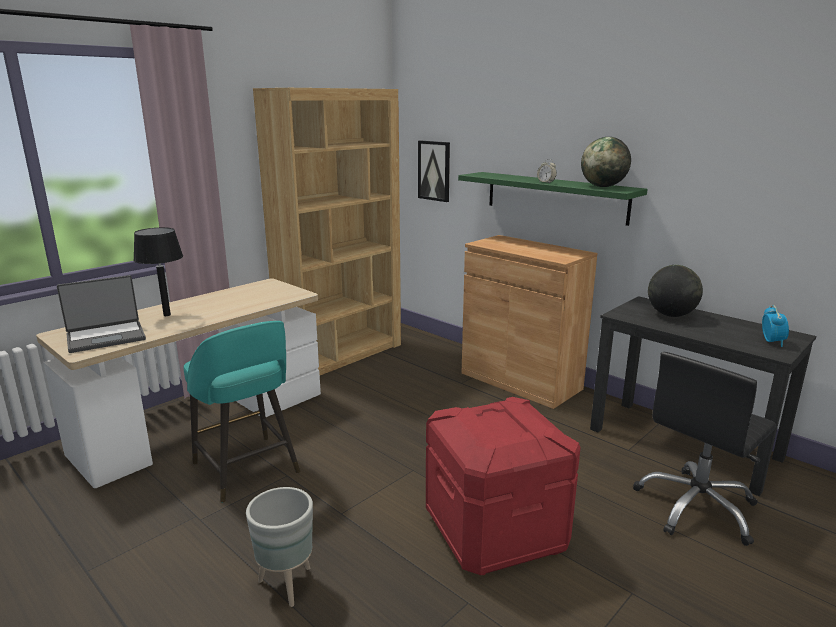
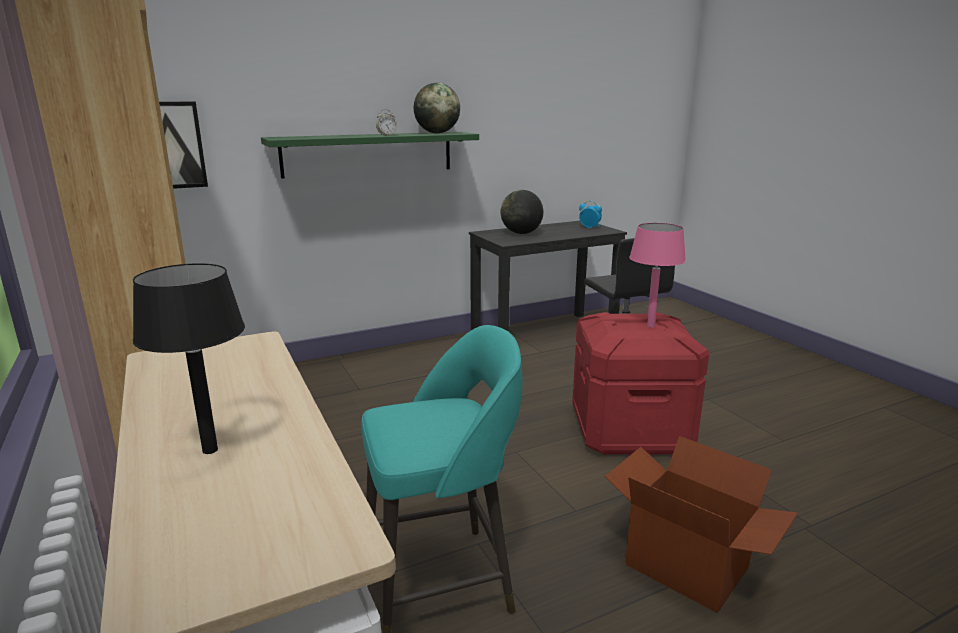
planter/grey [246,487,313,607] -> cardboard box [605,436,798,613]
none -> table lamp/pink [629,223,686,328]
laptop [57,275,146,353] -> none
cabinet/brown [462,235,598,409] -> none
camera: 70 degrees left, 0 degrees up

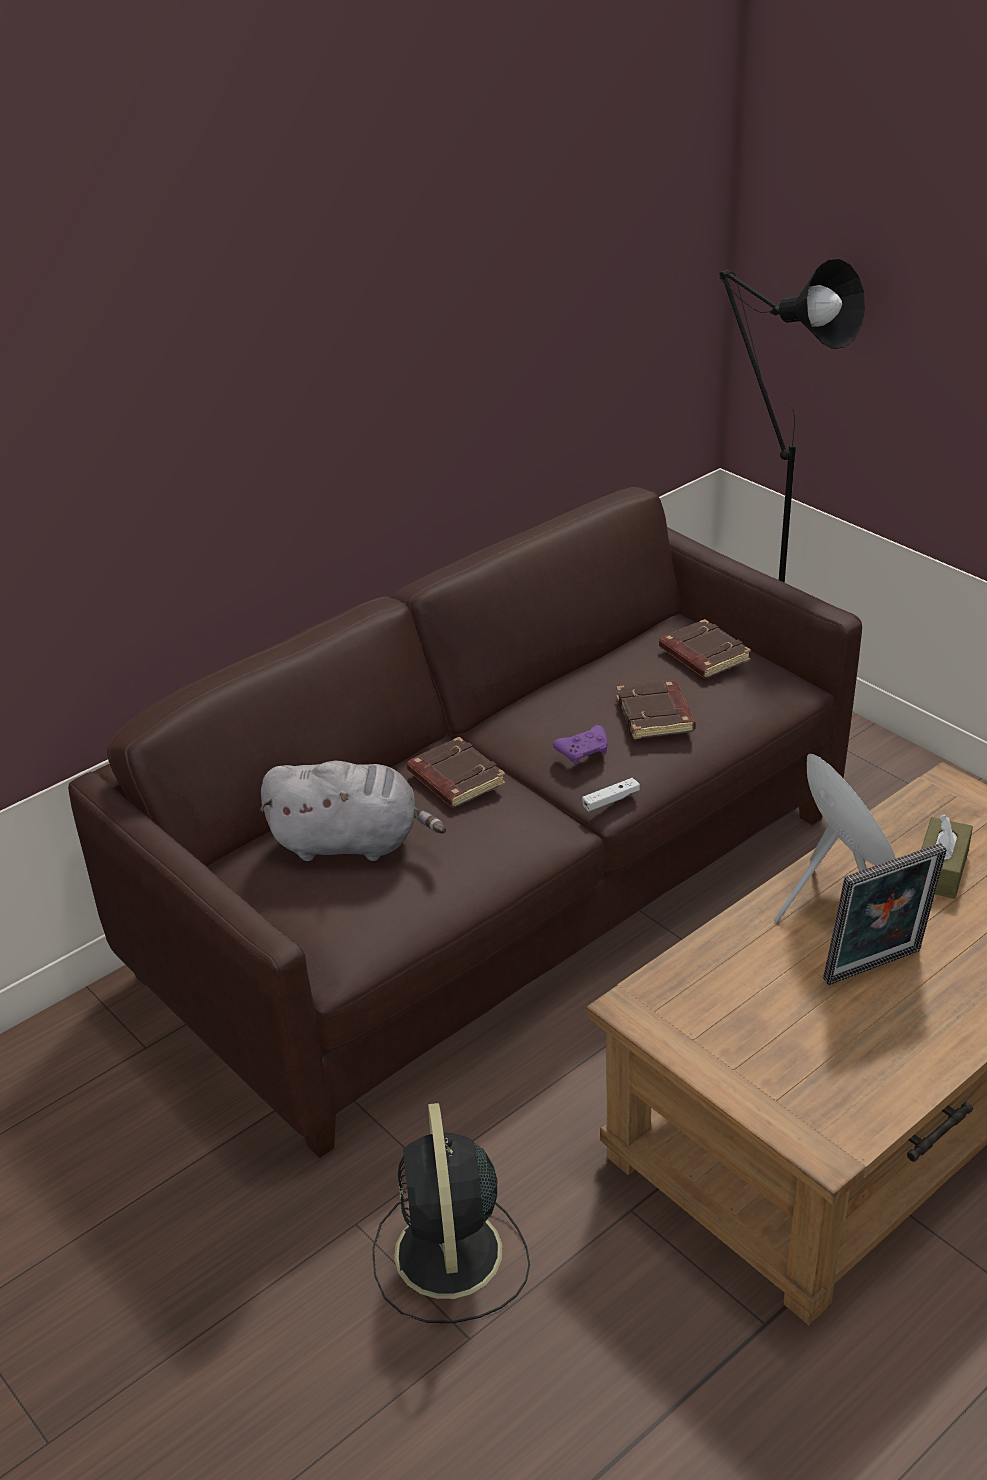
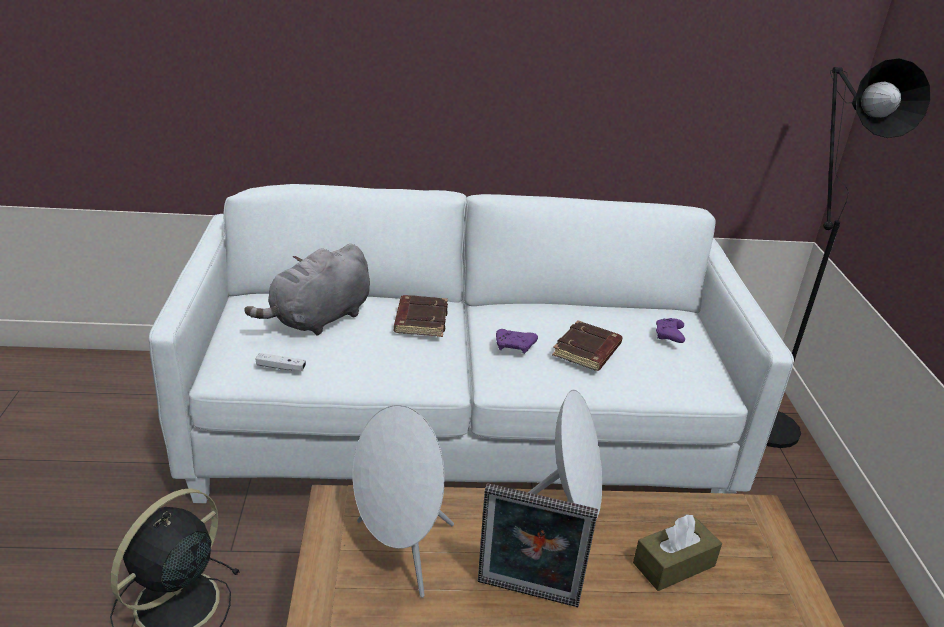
sofa/brown [68,487,862,1158] -> sofa/white [149,184,794,503]
plush toy/grey [260,761,446,861] -> plush toy/grey [245,244,370,335], 90 degrees clockwise
game controller/white [582,778,640,812] -> game controller/white [256,353,306,371], move
none -> speaker/white [353,405,454,598]
book/brown [659,619,751,678] -> game controller/purple [656,318,685,343]
camera: 35 degrees right, 5 degrees down

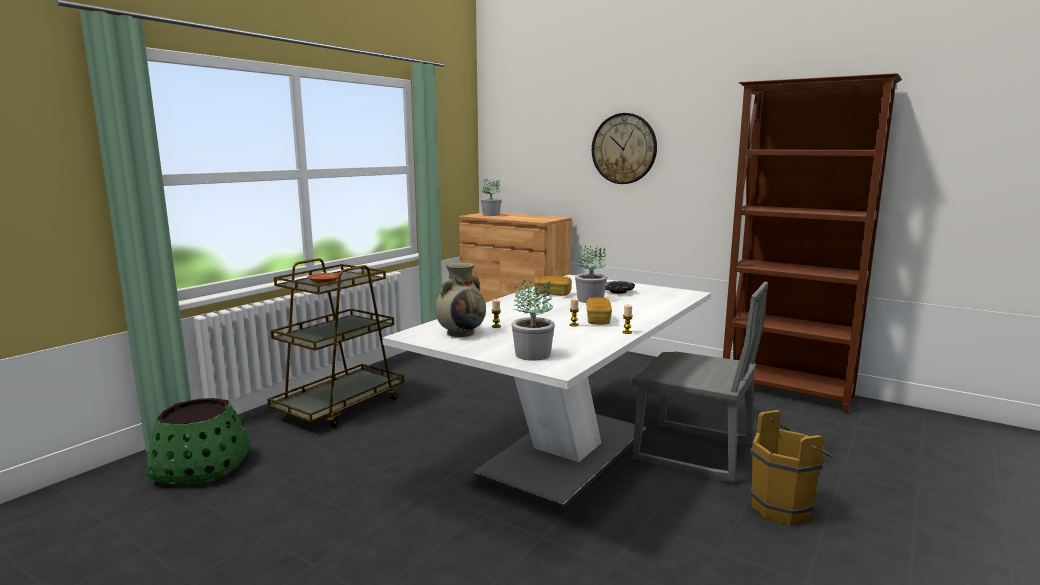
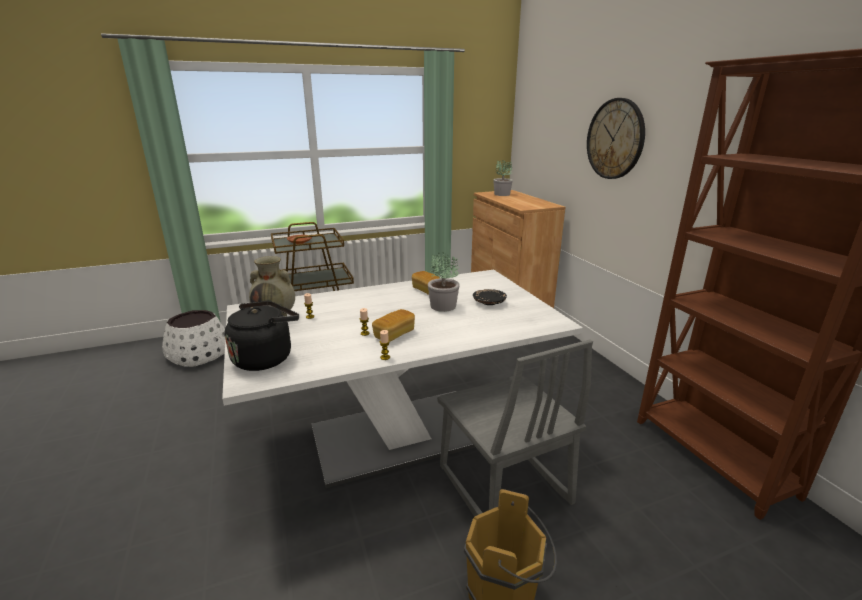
planter/green [147,398,249,485] -> planter/white [162,310,225,367]
potted plant [511,279,555,361] -> kettle/black [225,301,299,371]
camera: 35 degrees right, 10 degrees up

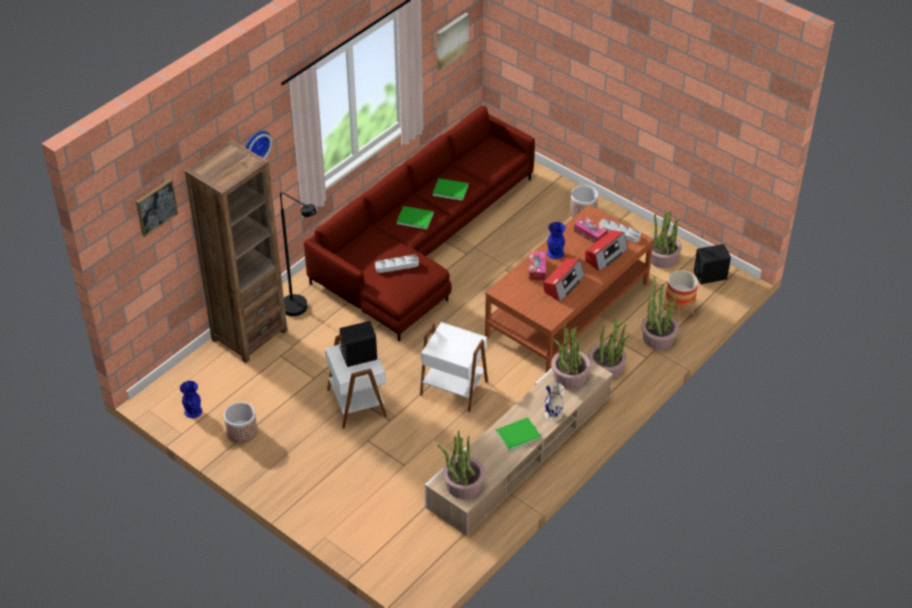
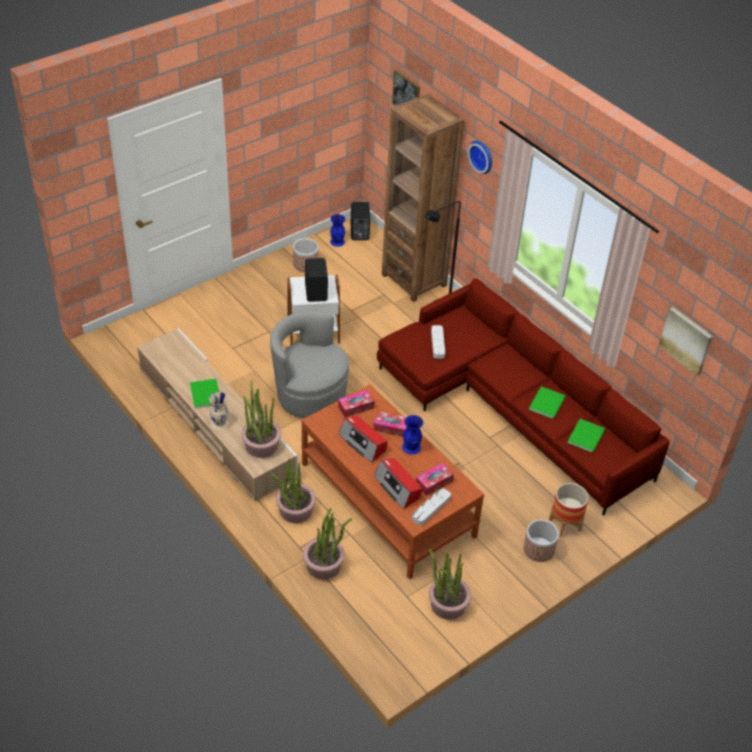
side table/white [420,322,488,412] -> armchair/grey [270,310,349,418]
none -> tissue box [338,390,374,418]
speaker/black [694,244,731,284] -> speaker/black [351,202,370,240], move
planter [664,270,698,322] -> planter [549,483,589,537], move
book/green [397,206,434,230] -> book/green [567,419,605,453], move
potted plant [437,430,485,499] -> none
camera: 100 degrees right, 0 degrees up

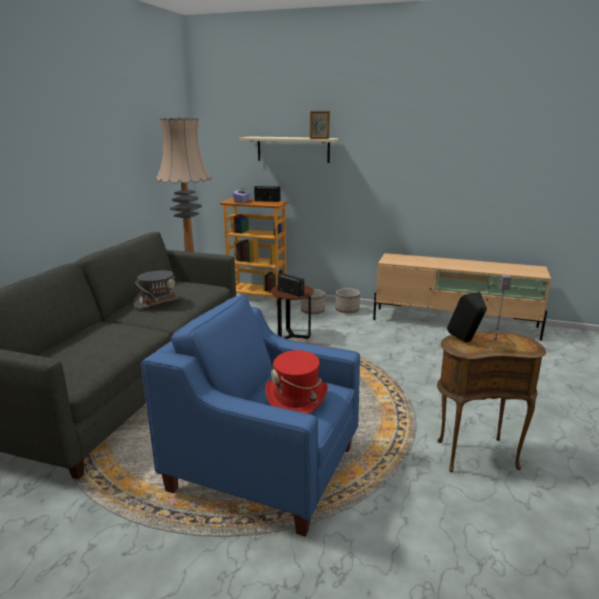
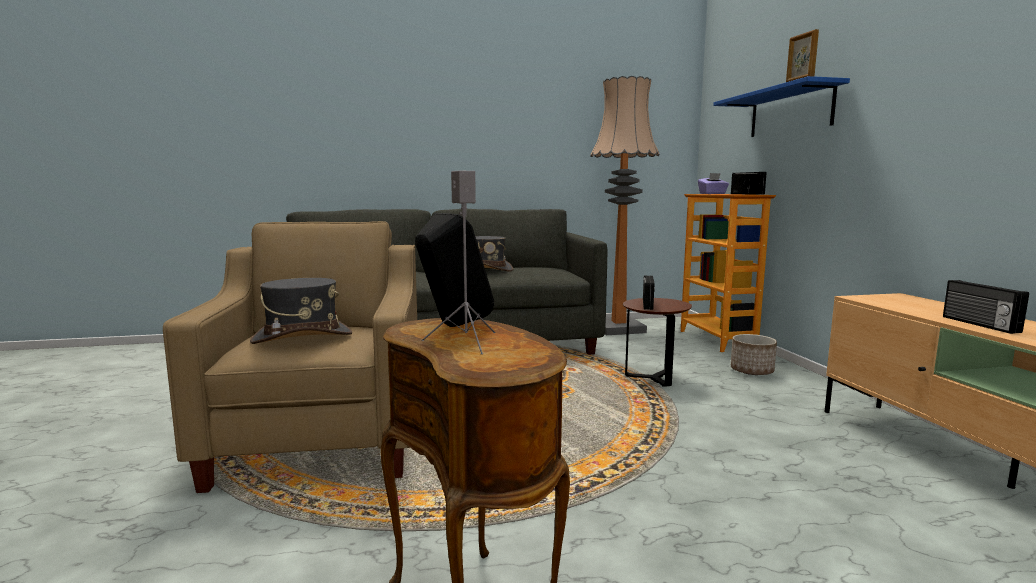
armchair/blue [141,295,360,537] -> armchair/beige [163,221,417,493]
hat/red [265,350,328,414] -> hat/grey [250,278,352,344]
shelf/beige [239,136,339,163] -> shelf/blue [713,76,850,137]
none -> radio [943,280,1029,334]
planter [335,288,360,313] -> none
camera: 60 degrees right, 10 degrees down

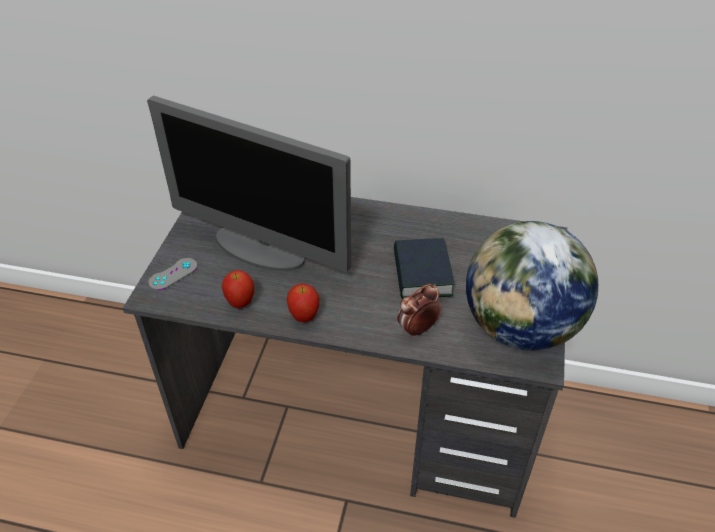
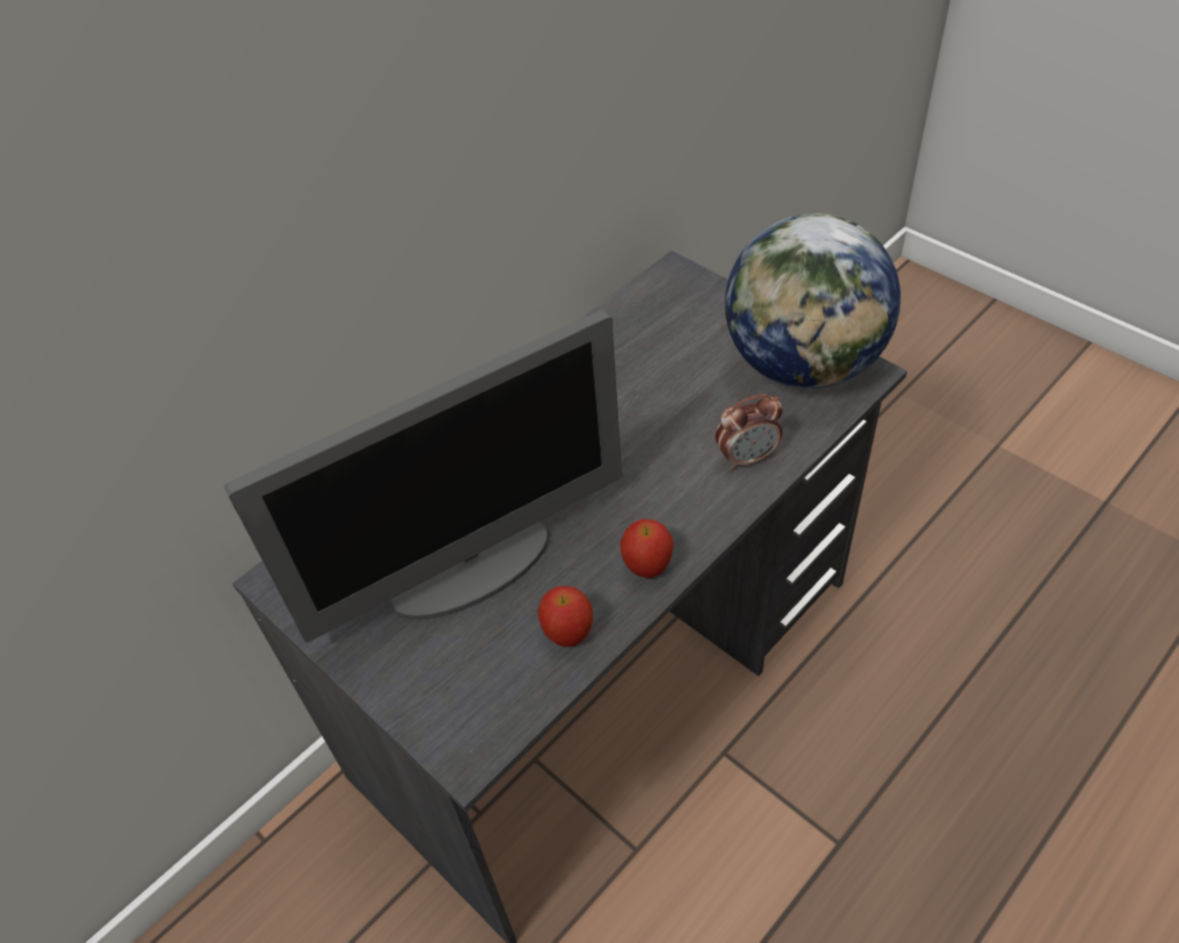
alarm clock [397,284,442,338] -> alarm clock [715,394,783,470], 105 degrees counterclockwise
game controller/grey [148,258,197,290] -> none
book [394,238,454,299] -> none
camera: 55 degrees left, 5 degrees up

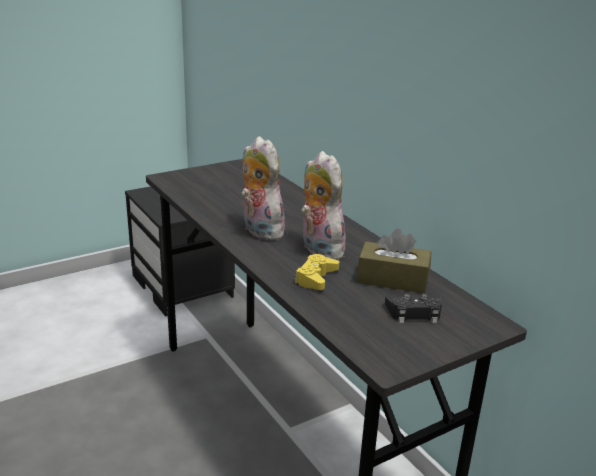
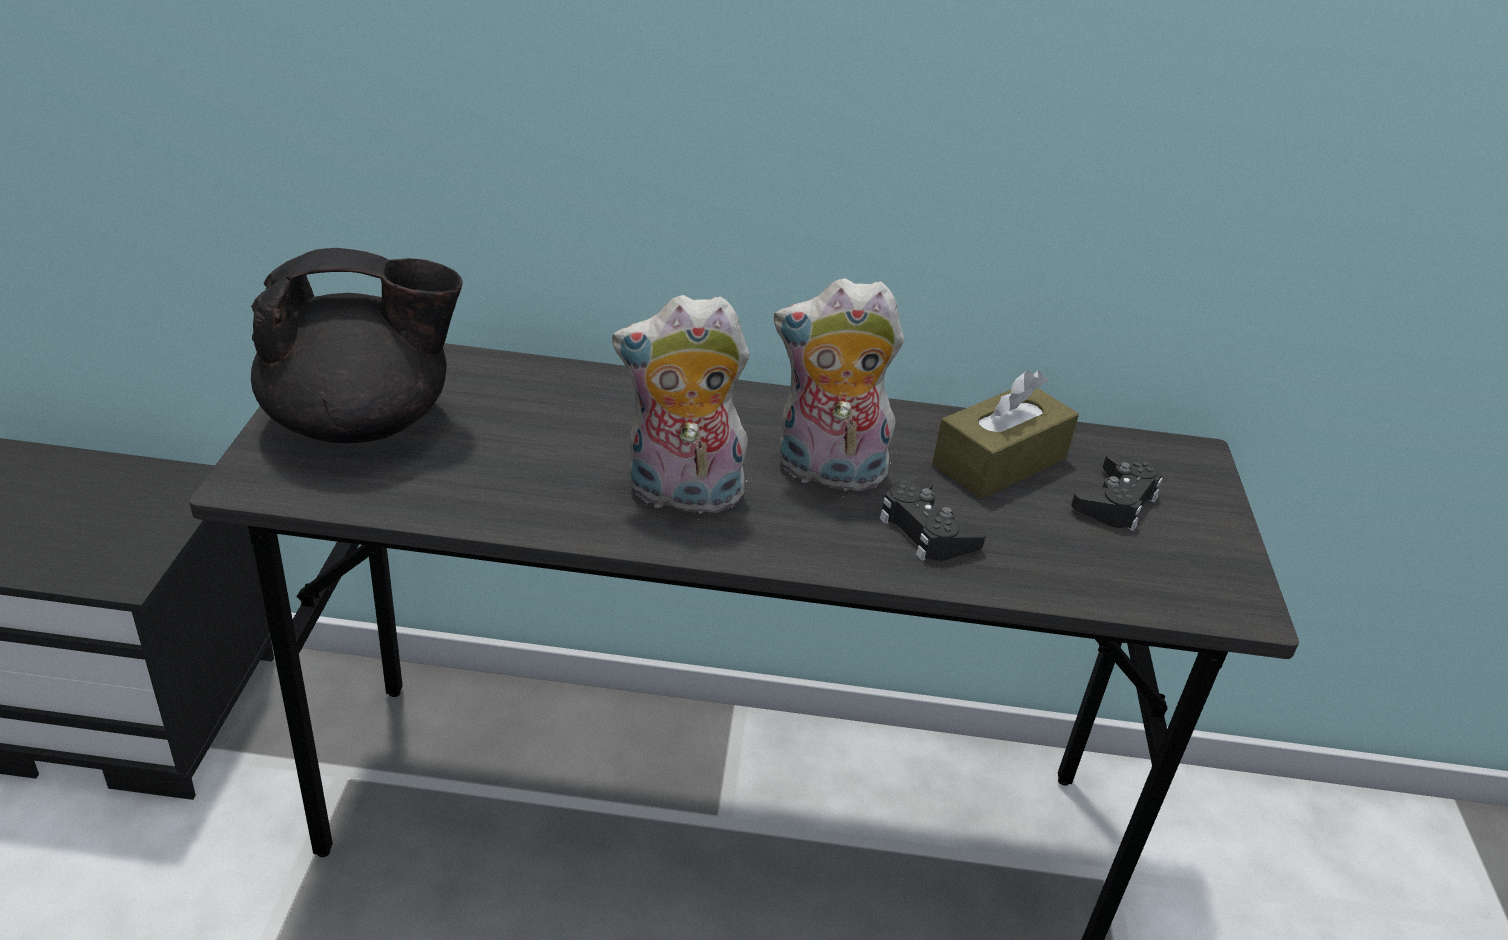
none -> teapot/black [251,248,463,443]
game controller/yellow [295,254,339,290] -> game controller/black [879,477,986,561]
camera: 55 degrees left, 10 degrees up

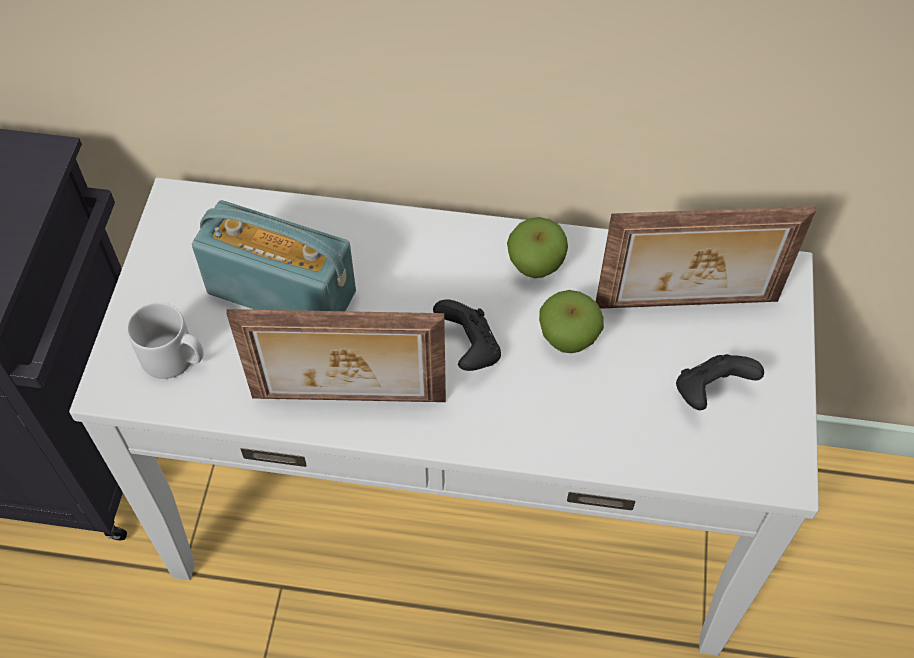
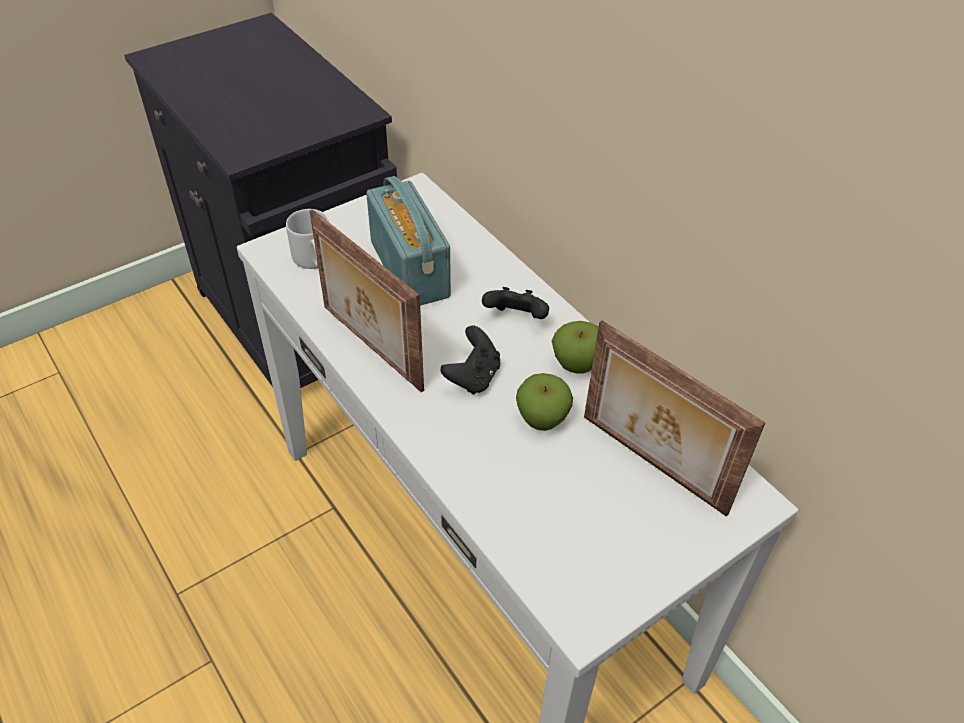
game controller/black [676,354,764,410] -> game controller/black [482,287,549,319], move
camera: 45 degrees right, 10 degrees down

